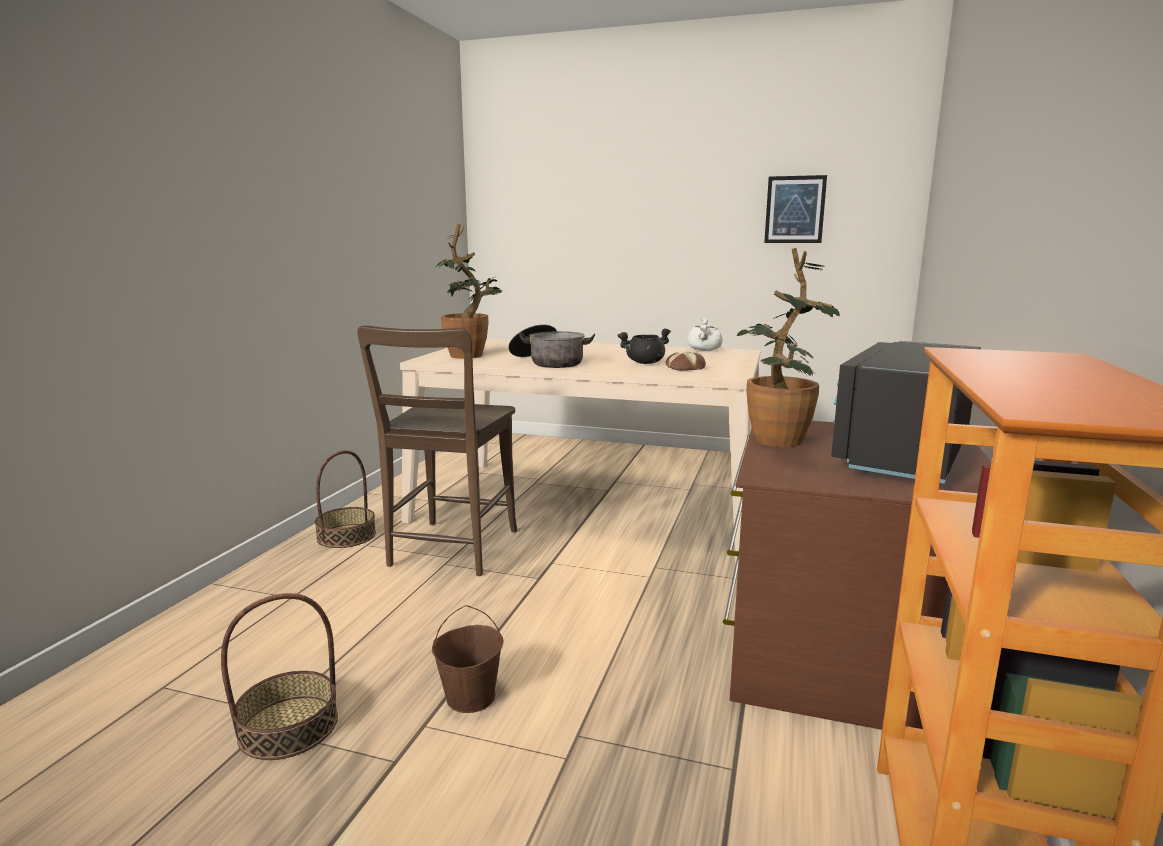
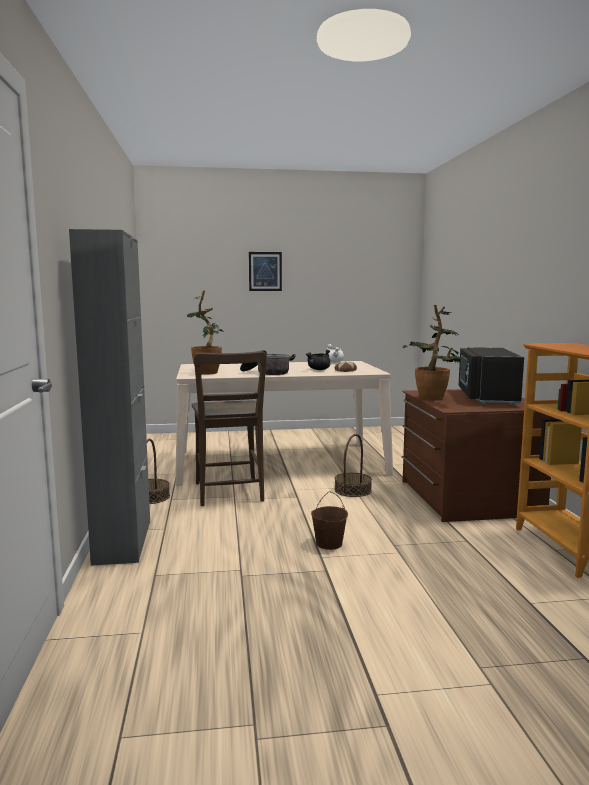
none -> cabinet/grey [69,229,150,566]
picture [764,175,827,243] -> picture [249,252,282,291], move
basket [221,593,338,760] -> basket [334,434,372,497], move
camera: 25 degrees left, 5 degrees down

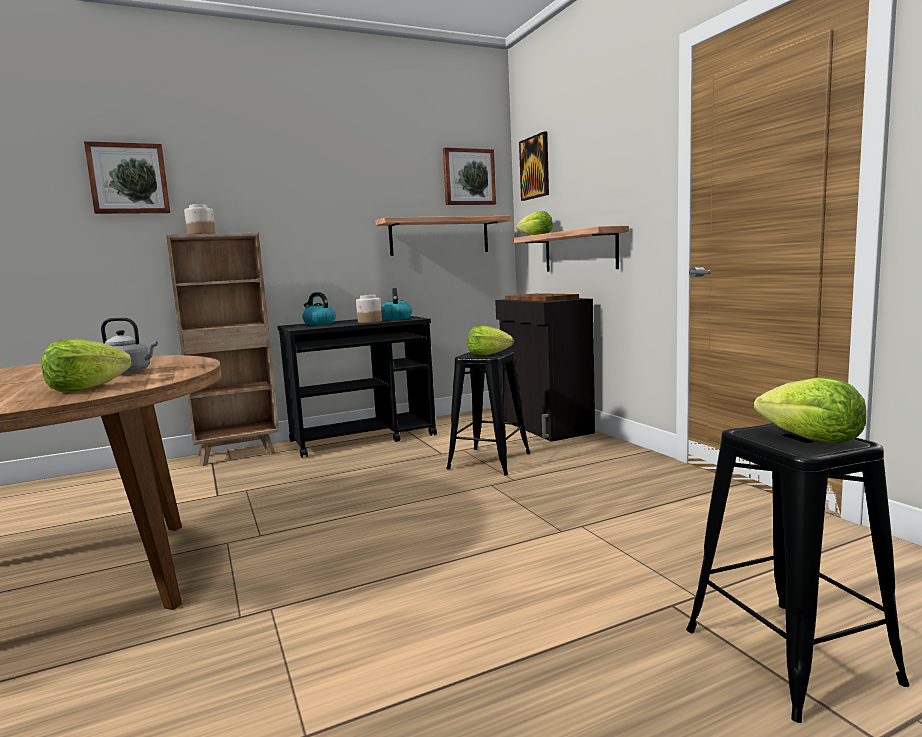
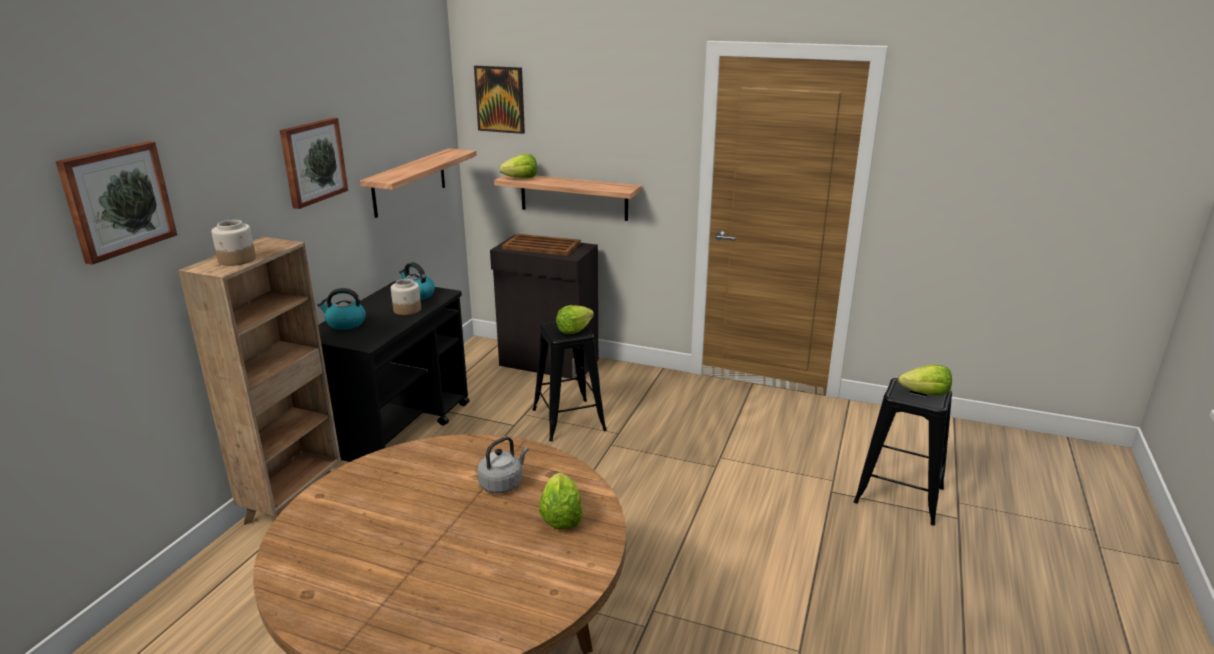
picture [443,147,496,205] -> picture [280,118,348,209], move
camera: 45 degrees left, 15 degrees up

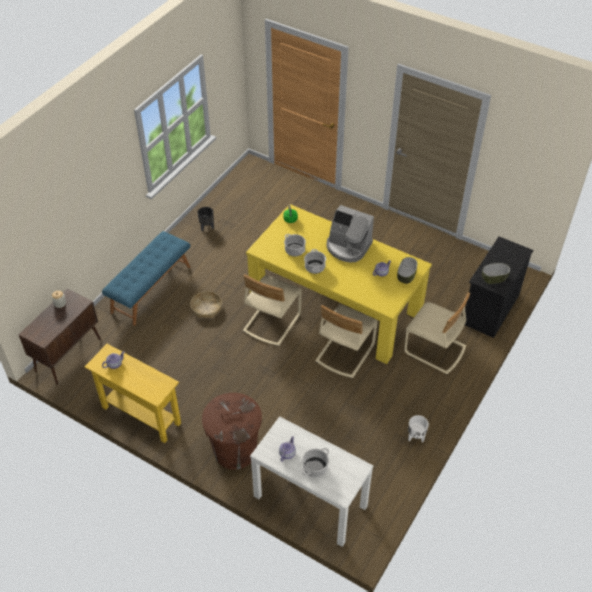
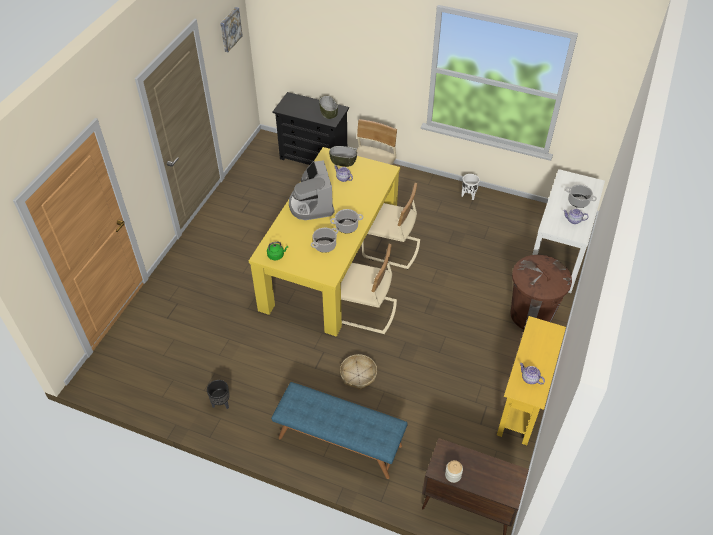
none -> picture [220,7,243,52]
coffee machine [327,205,374,263] -> coffee machine [289,160,335,220], 150 degrees clockwise
camera: 100 degrees left, 0 degrees up

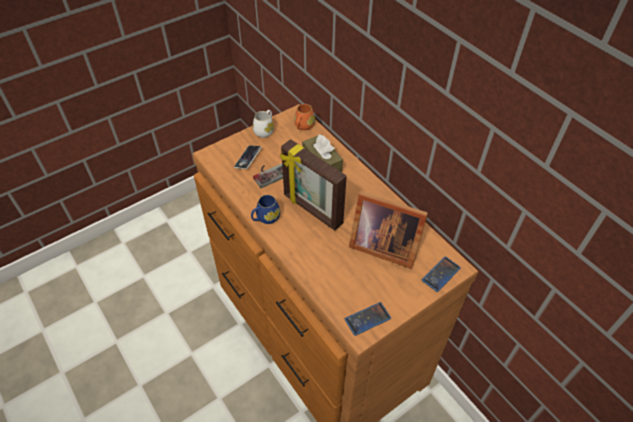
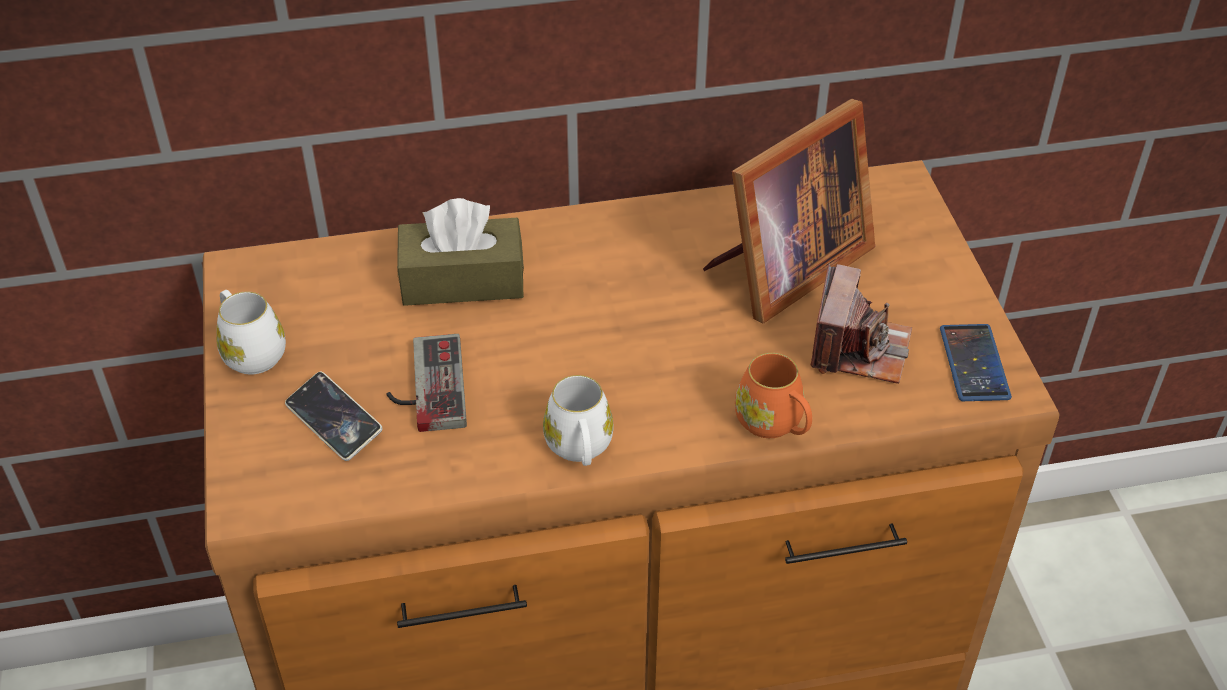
mug/blue [251,195,280,224] -> mug/white [543,375,614,466]
mug/orange [294,104,315,130] -> mug/orange [735,353,812,438], move
none -> photo camera [811,264,912,384]
picture frame [280,139,347,231] -> none
phone [422,257,461,292] -> none
camera: 65 degrees left, 5 degrees down

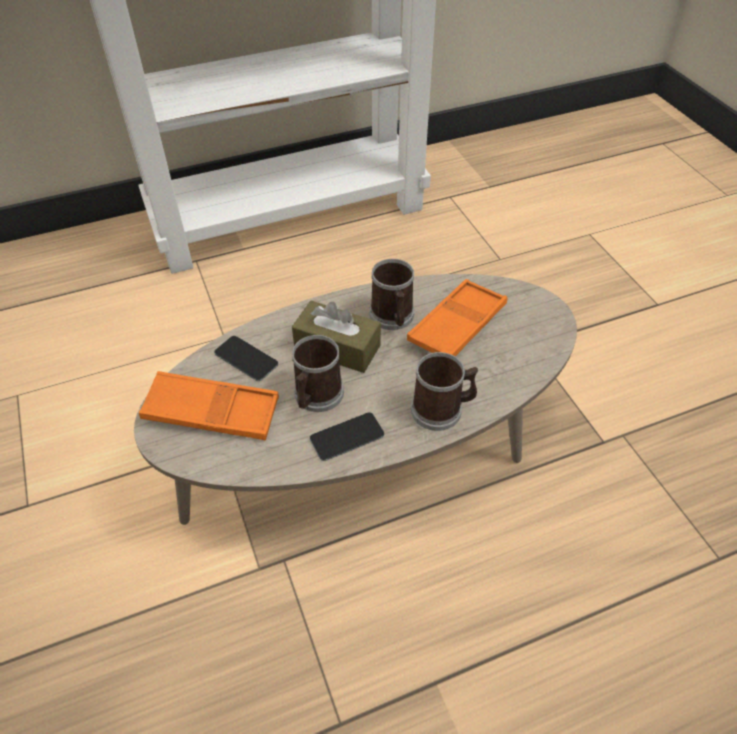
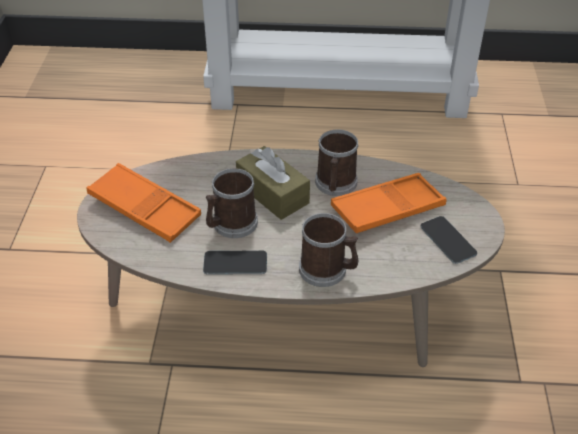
phone [214,336,278,381] -> phone [420,216,477,264], move
camera: 25 degrees right, 5 degrees down

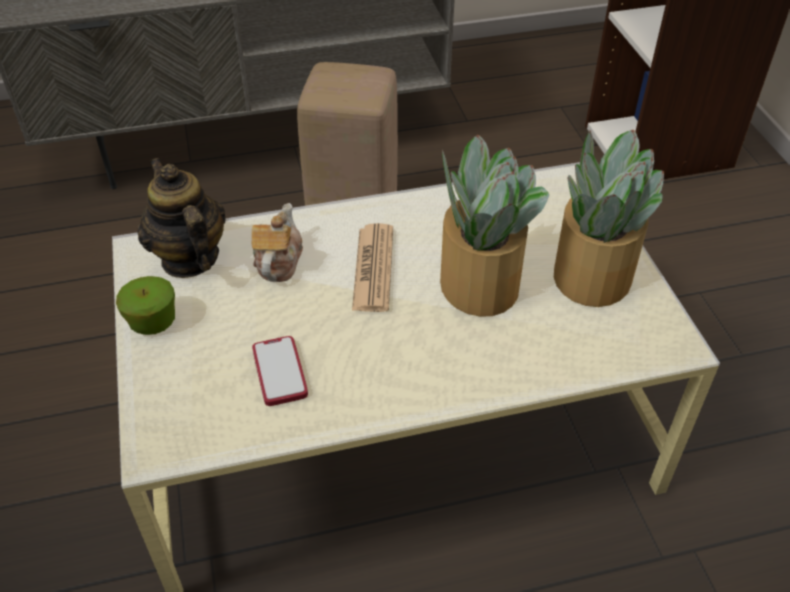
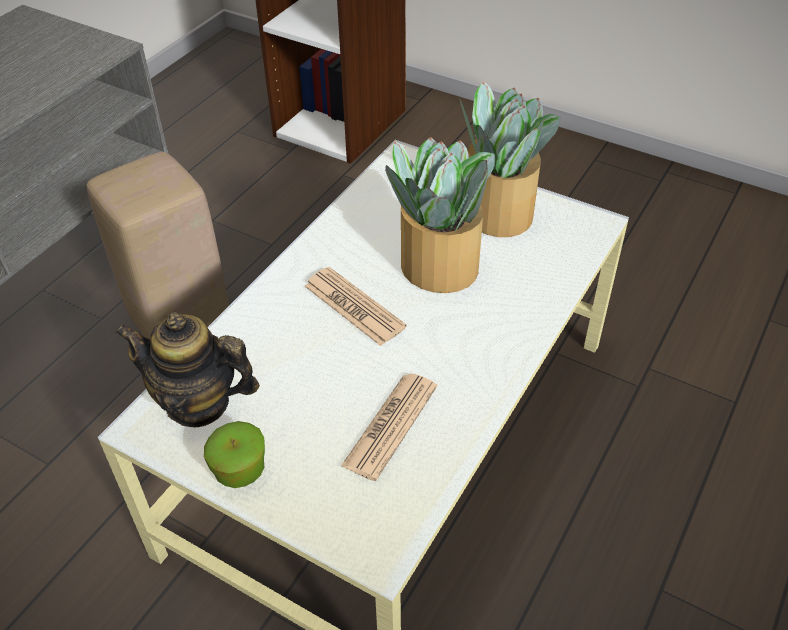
phone [252,336,308,406] -> newspaper [341,373,437,481]
teapot [252,203,303,282] -> none
camera: 45 degrees left, 0 degrees up

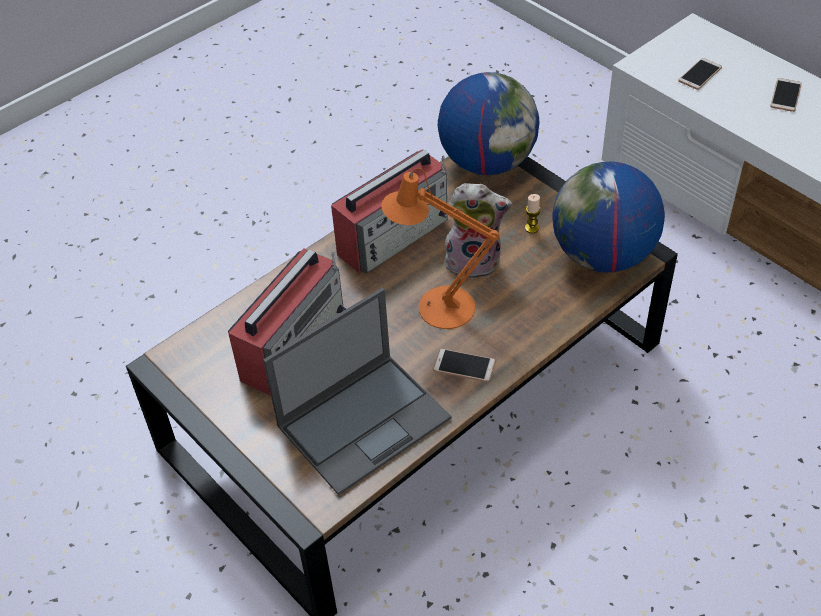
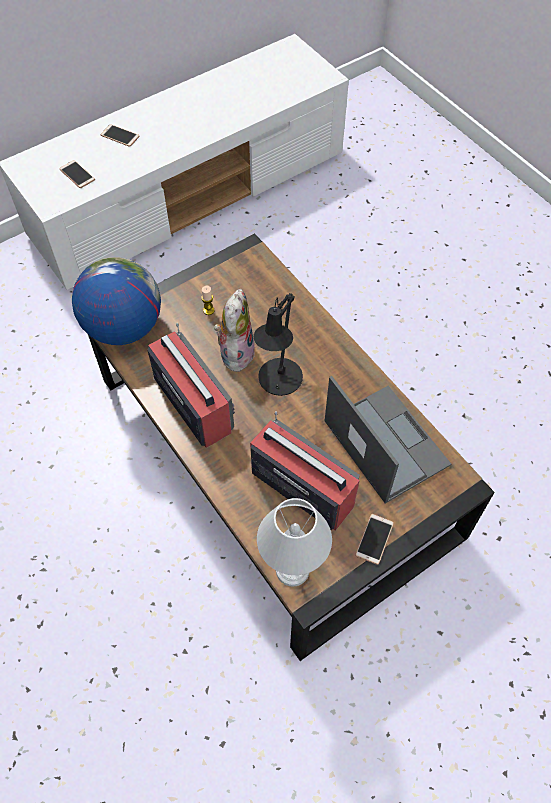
table lamp/orange [381,168,499,329] -> table lamp/black [254,293,303,396]
none -> table lamp/white [257,498,332,587]
phone [433,349,495,382] -> phone [355,514,394,565], move
globe [552,162,665,272] -> none
camera: 85 degrees left, 10 degrees up

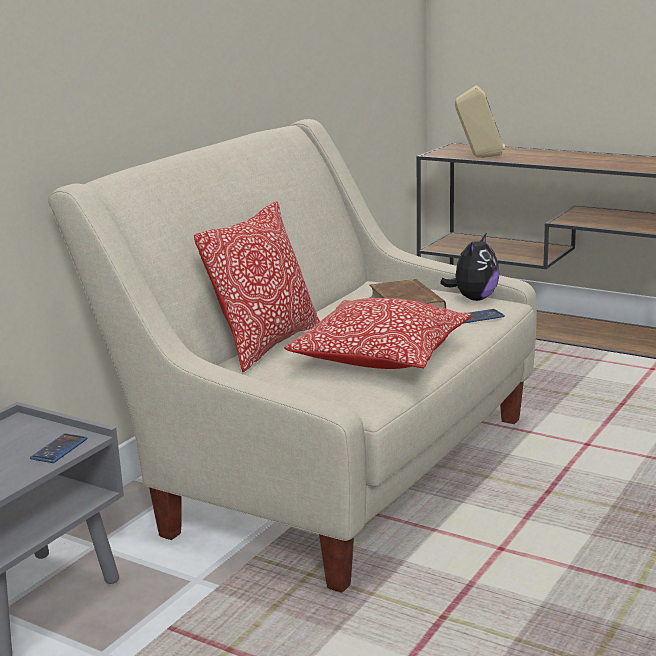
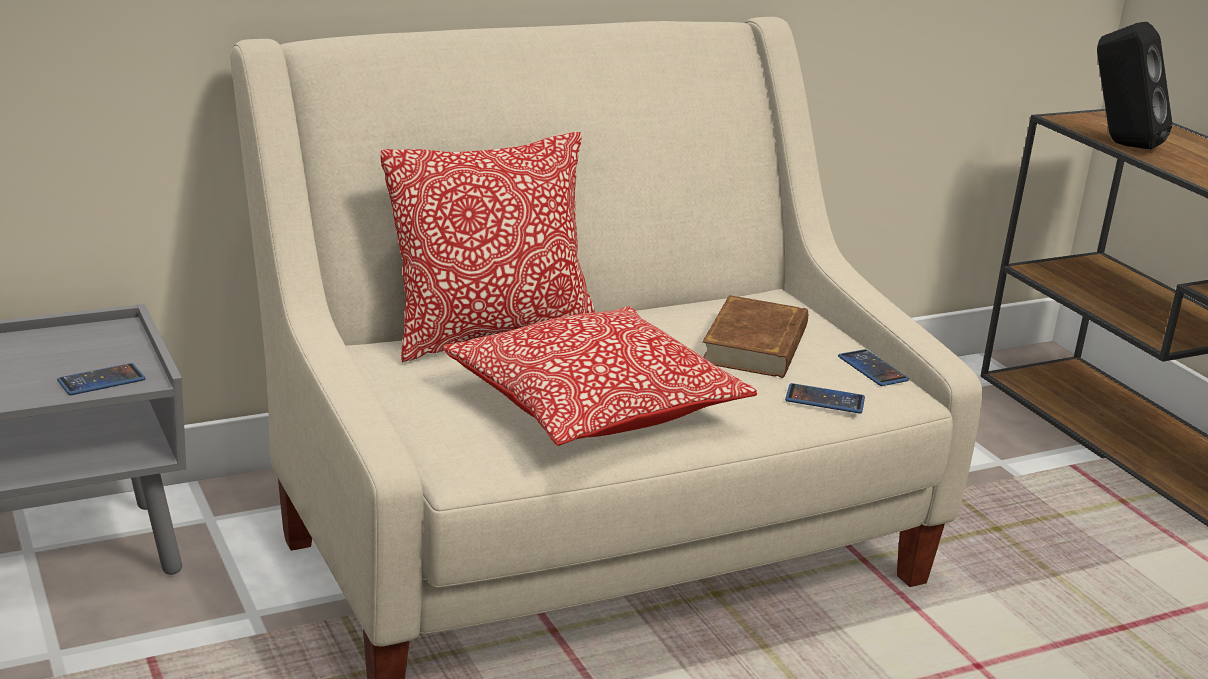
plush toy [440,232,500,301] -> phone [838,349,909,386]
speaker/beige [455,85,505,158] -> speaker/black [1097,22,1172,150]
camera: 30 degrees right, 5 degrees up

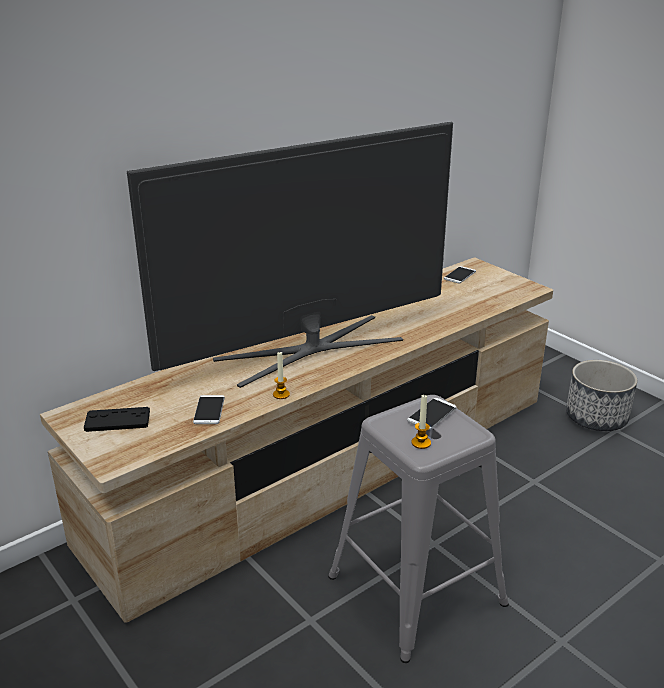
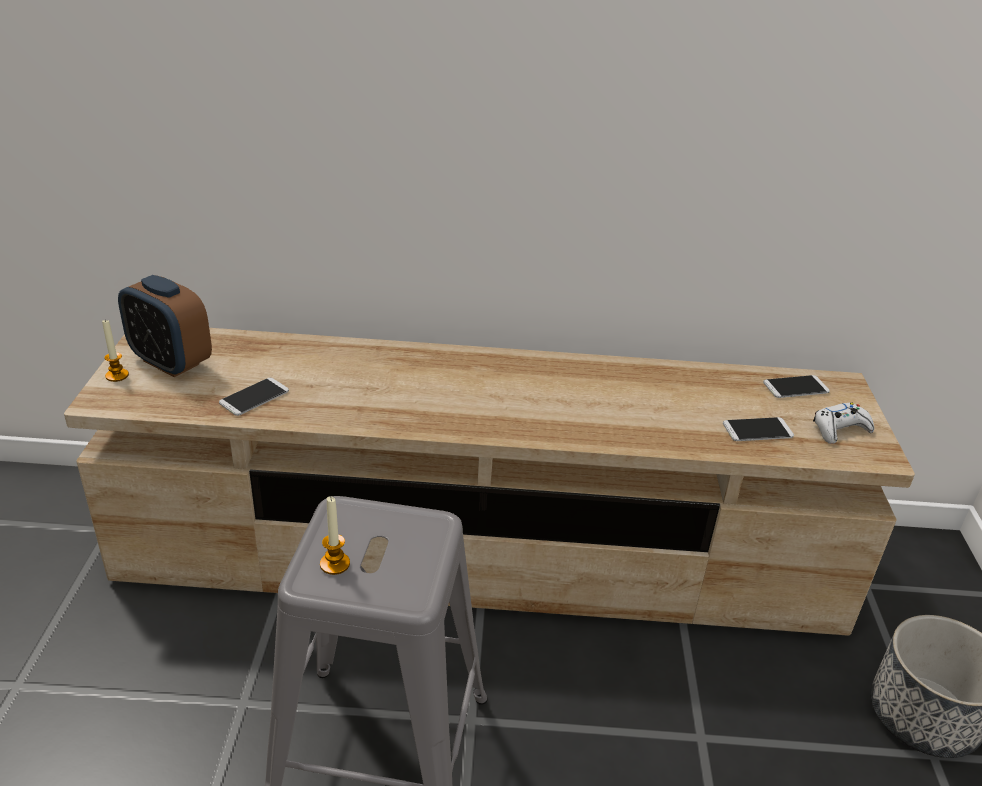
candle [273,352,290,399] -> candle [102,320,129,382], move
game controller/black [84,407,150,432] -> alarm clock [118,275,212,377]
phone [407,398,457,430] -> phone [723,417,794,441], move
none -> game controller/white [813,403,874,444]
television [127,122,453,388] -> none
camera: 40 degrees right, 5 degrees up

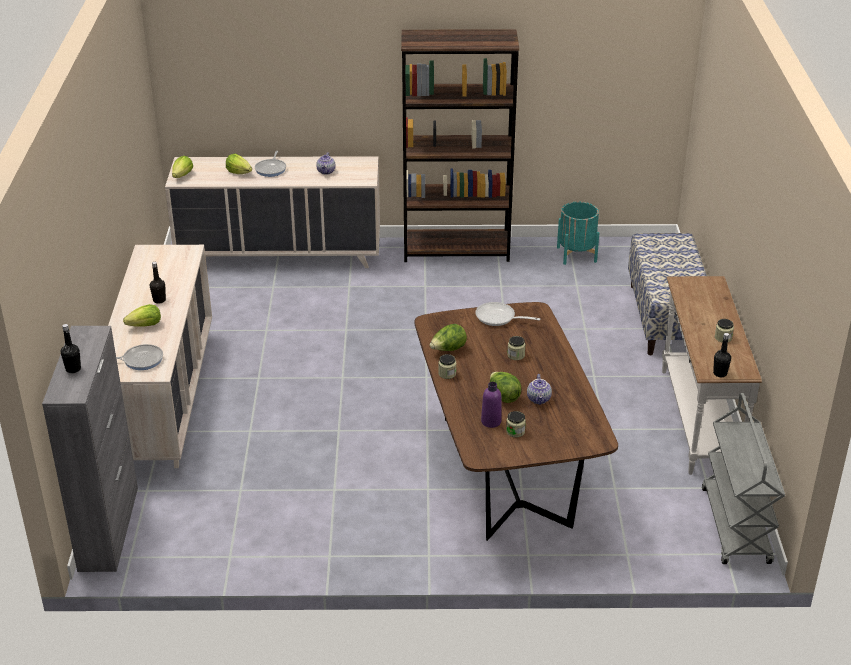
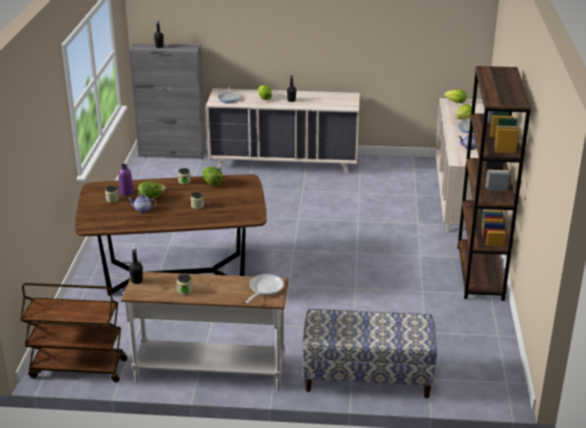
cart/grey [702,393,785,564] -> cart/brown [20,283,128,383]
frying pan [475,302,540,326] -> frying pan [246,274,284,303], move
planter/turquoise [557,201,599,265] -> none
camera: 95 degrees right, 5 degrees down

